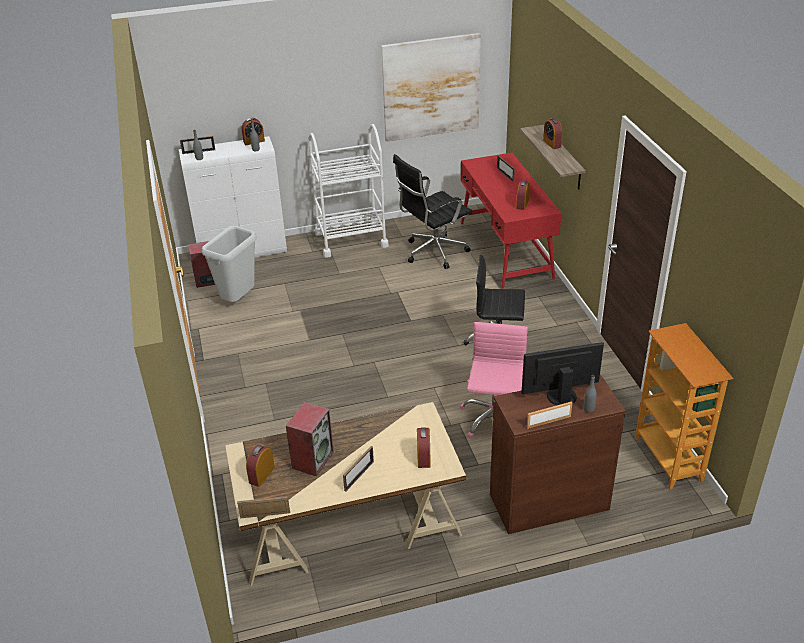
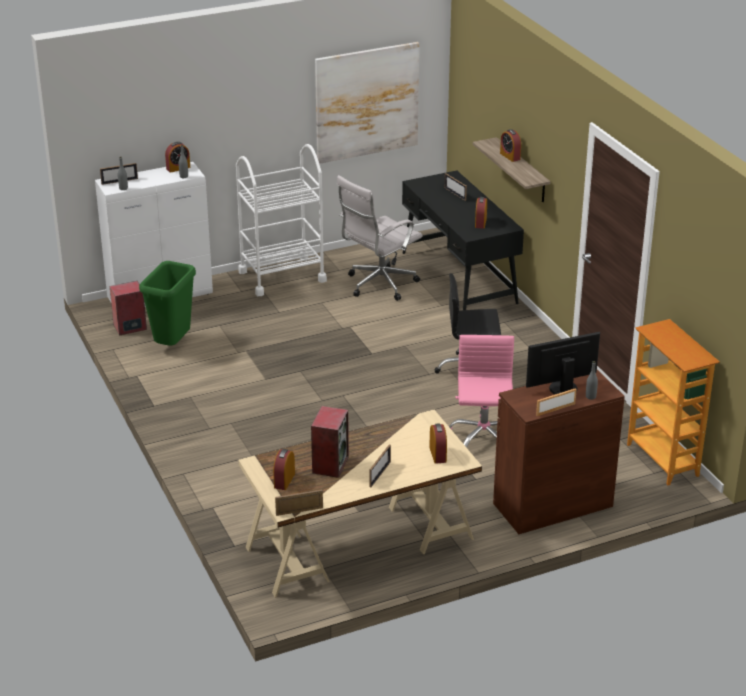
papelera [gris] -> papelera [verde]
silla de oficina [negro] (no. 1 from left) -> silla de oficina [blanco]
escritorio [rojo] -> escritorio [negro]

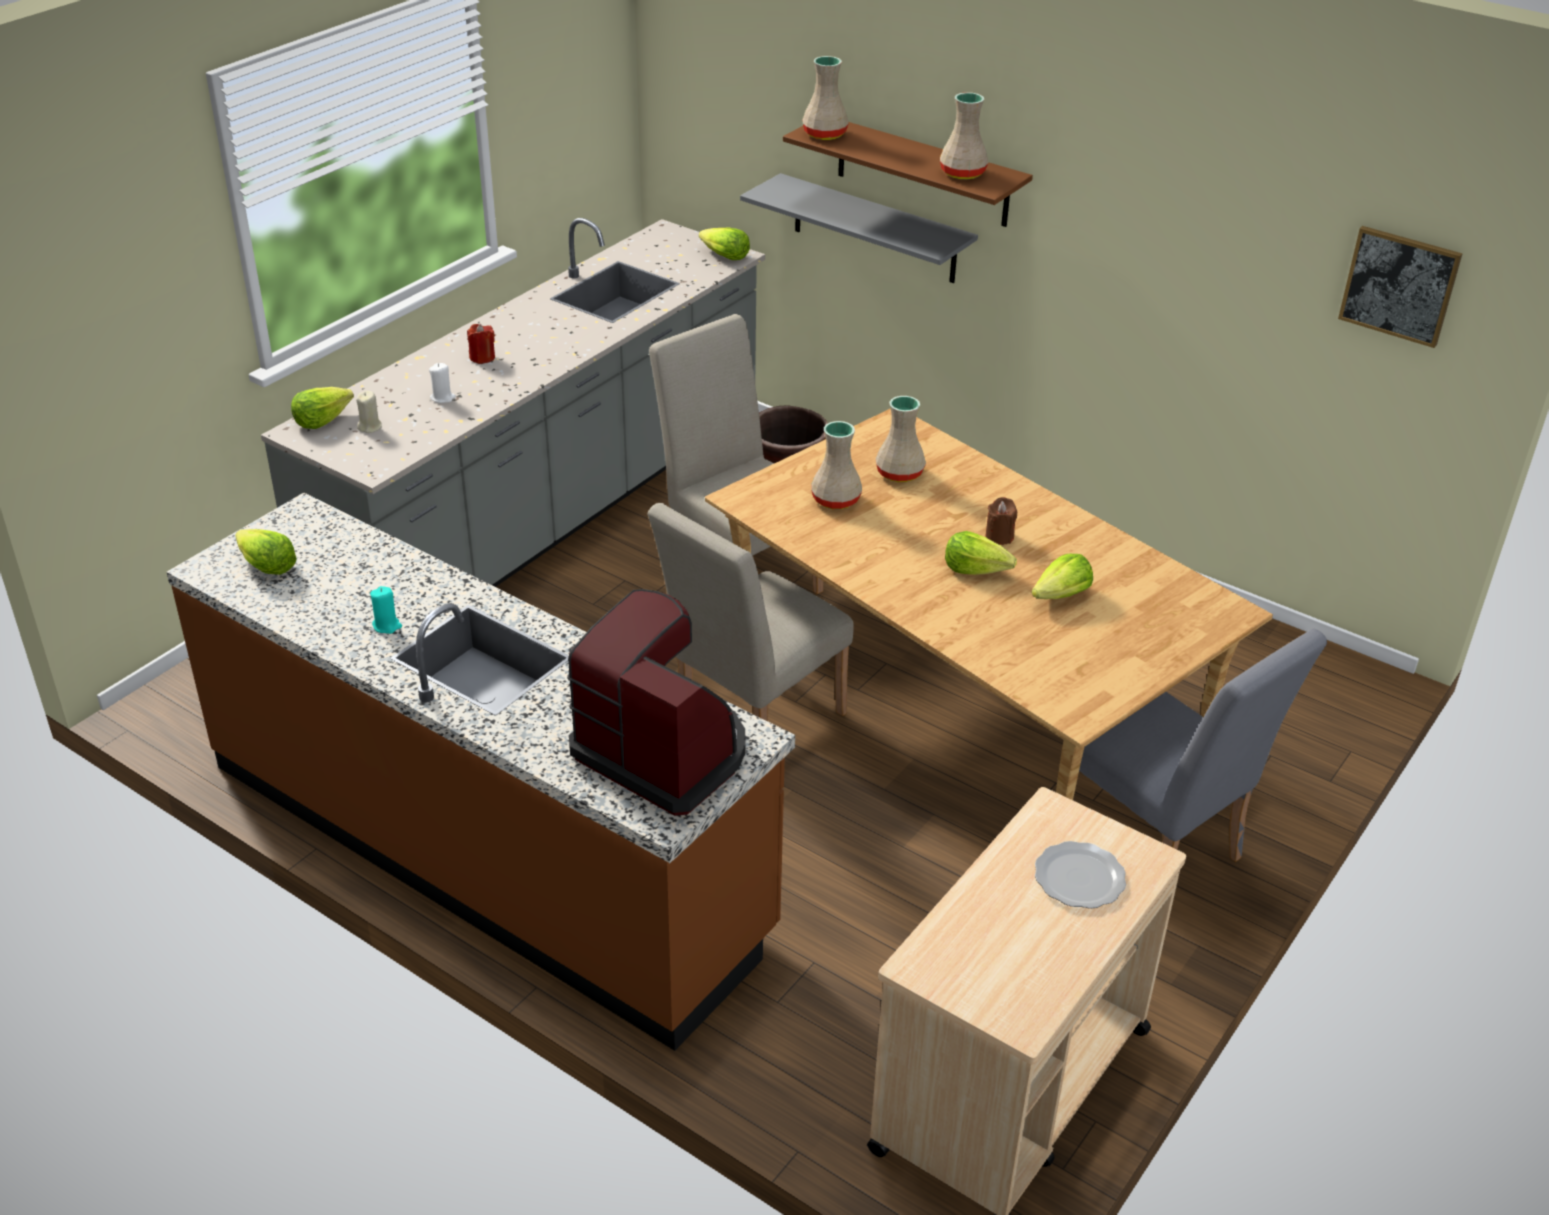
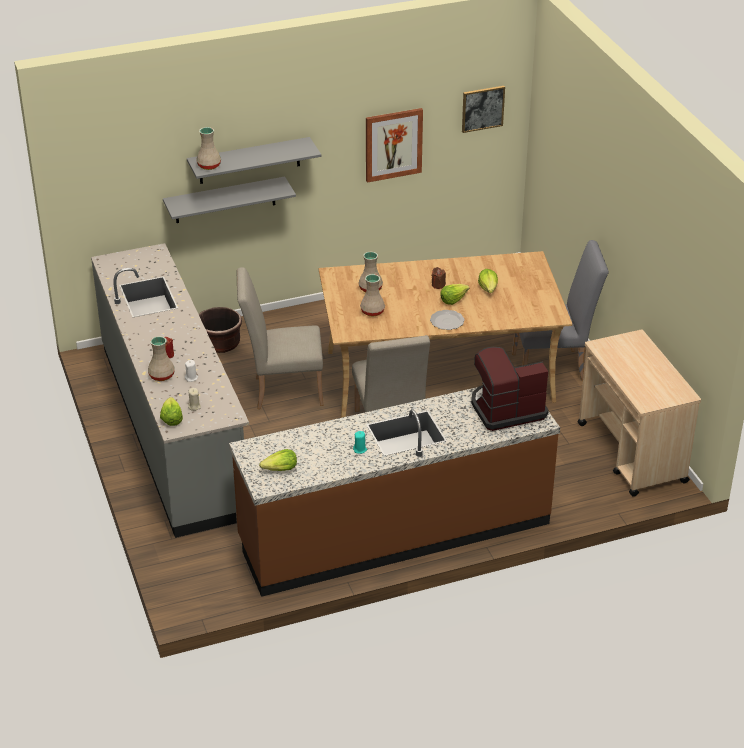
lechuga (no. 3 from left) -> none
estante [marrón] -> estante [gris] (no. 2 from left)
florero [beis] (no. 4 from left in the first image) -> florero [beis] (no. 1 from left), relocated
plato, relocated
none -> cuadro (no. 1 from left)

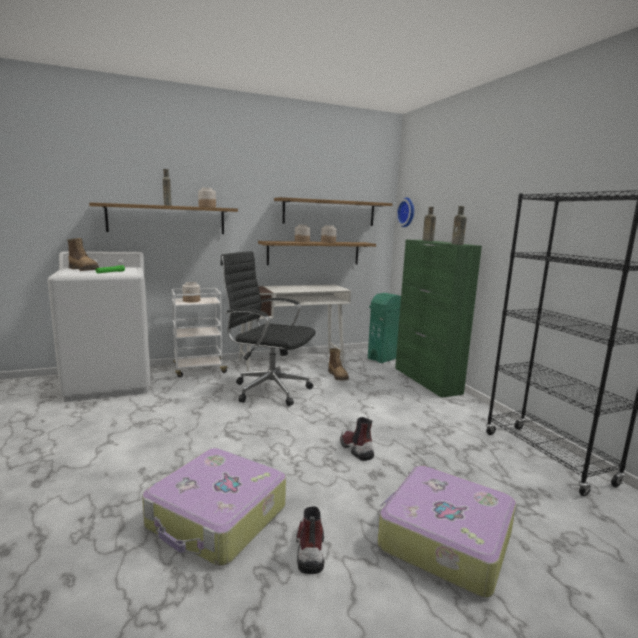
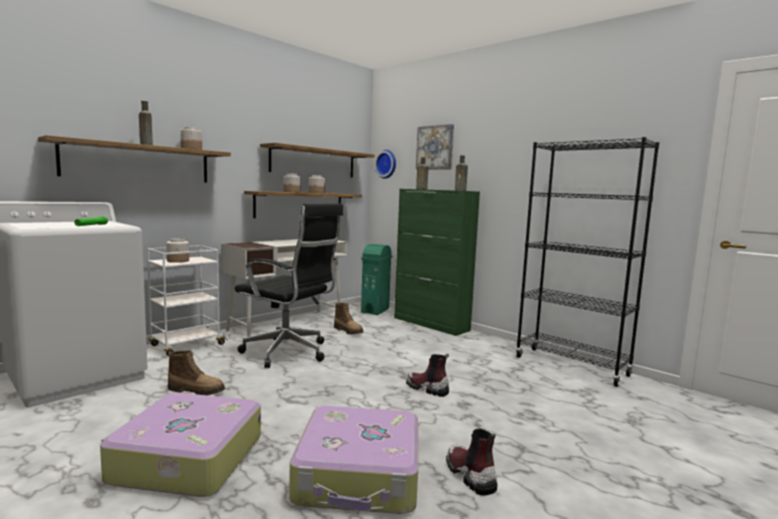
bota (no. 1 from left), relocated
silla de oficina [negro], 150 degrees counterclockwise
maleta (no. 2 from left in the first image) -> maleta (no. 1 from left), relocated
none -> cuadro

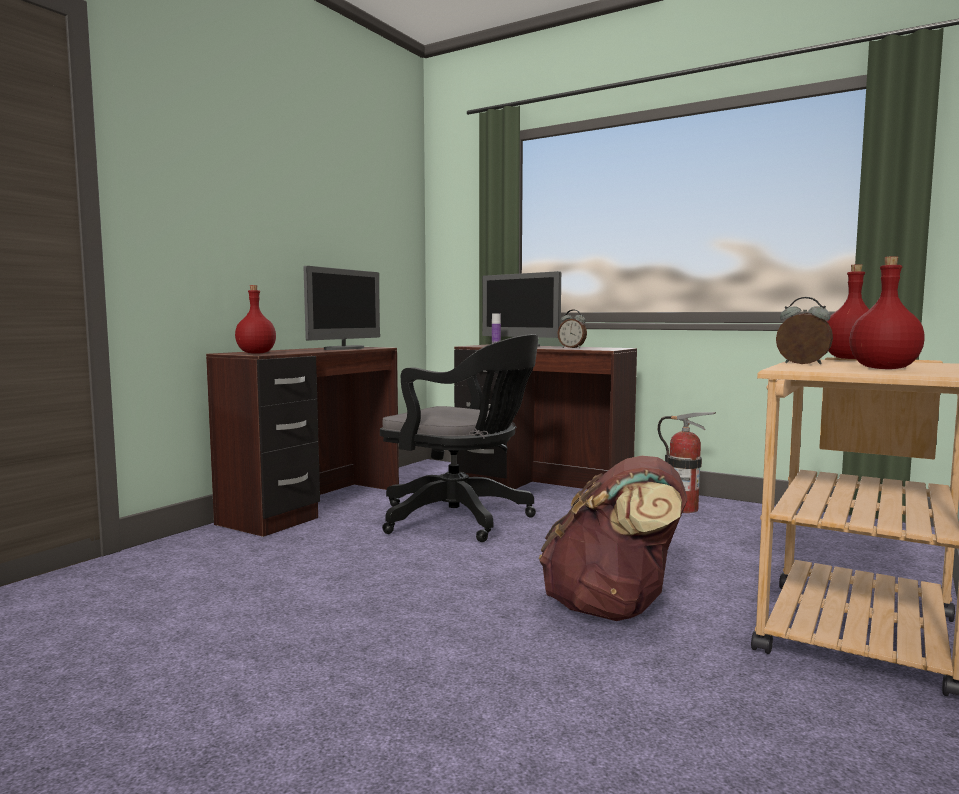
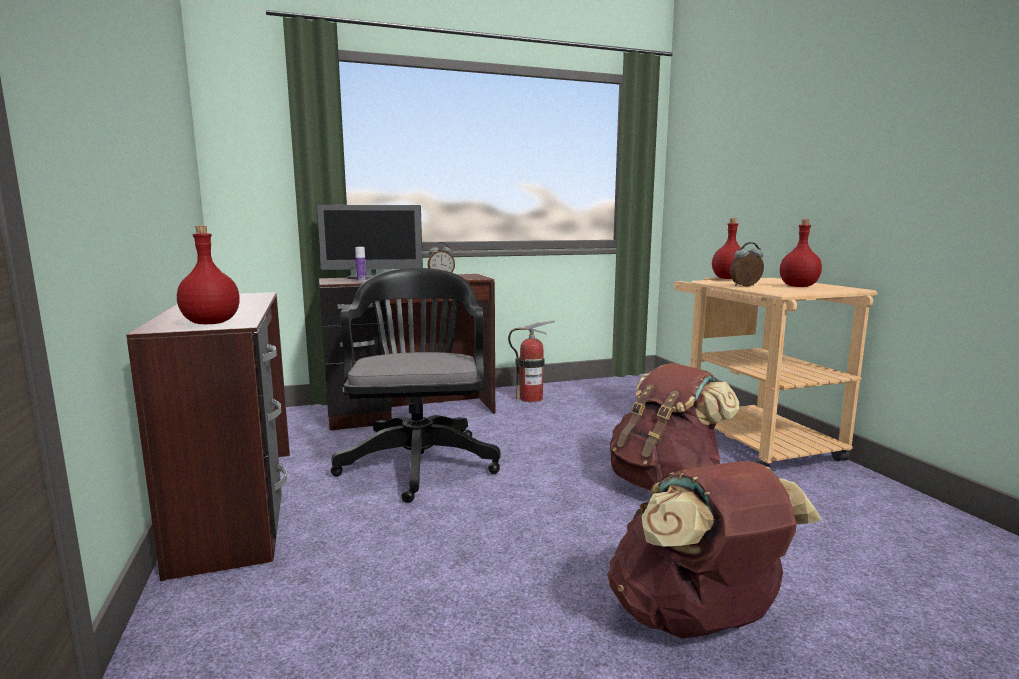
monitor (no. 1 from left) -> none
silla de oficina [negro], 75 degrees counterclockwise
none -> mochila [marrón] (no. 2 from left)

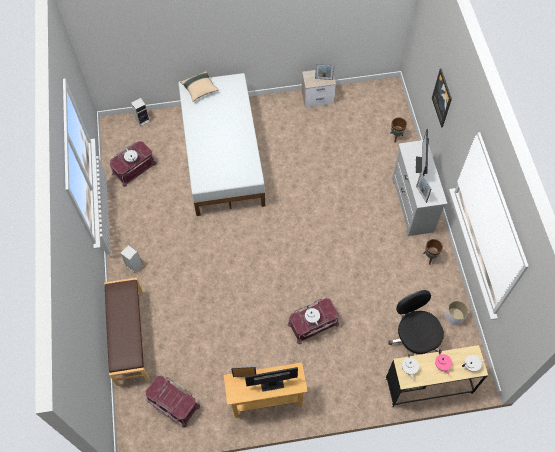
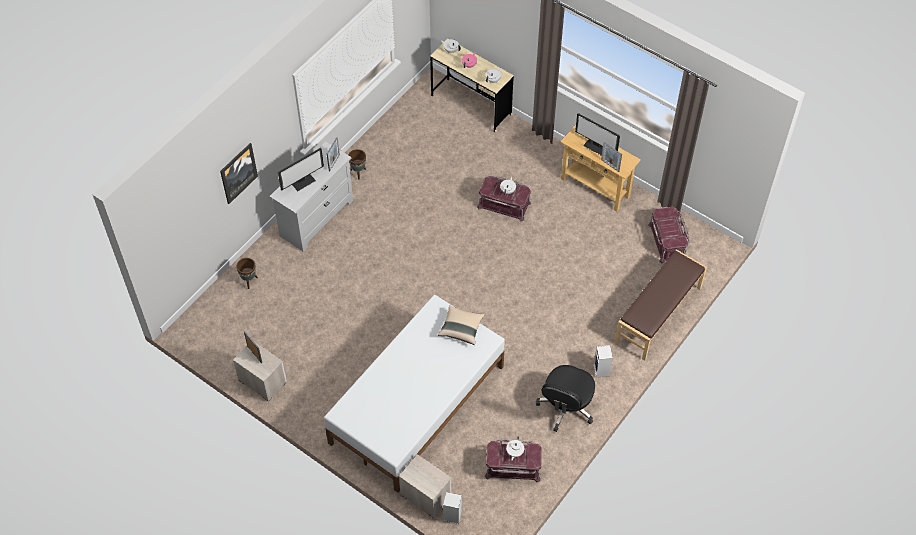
cojín [beis], relocated
silla de oficina [negro], relocated
maceta [blanco] -> none
none -> mesita de noche (no. 2 from left)

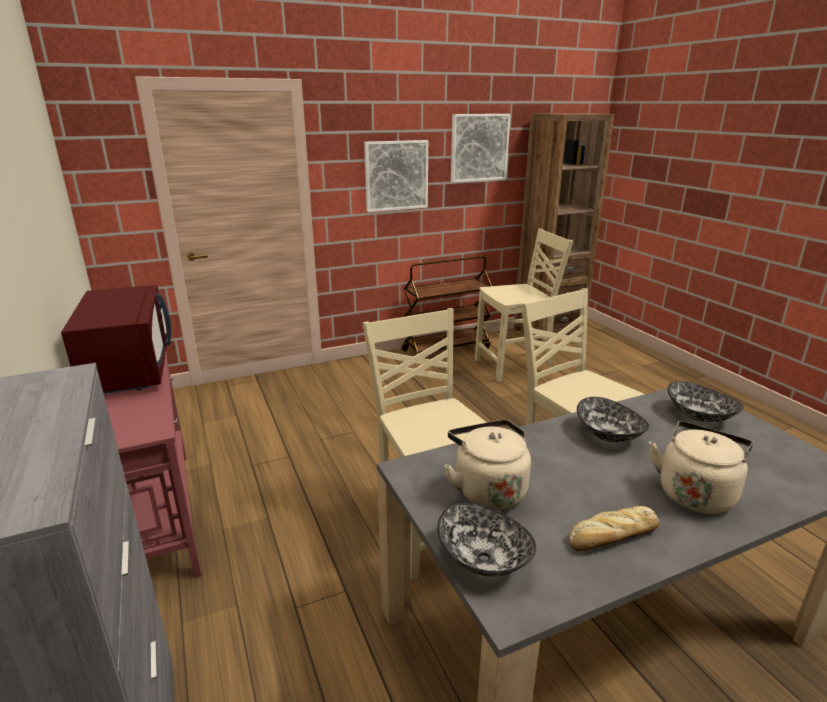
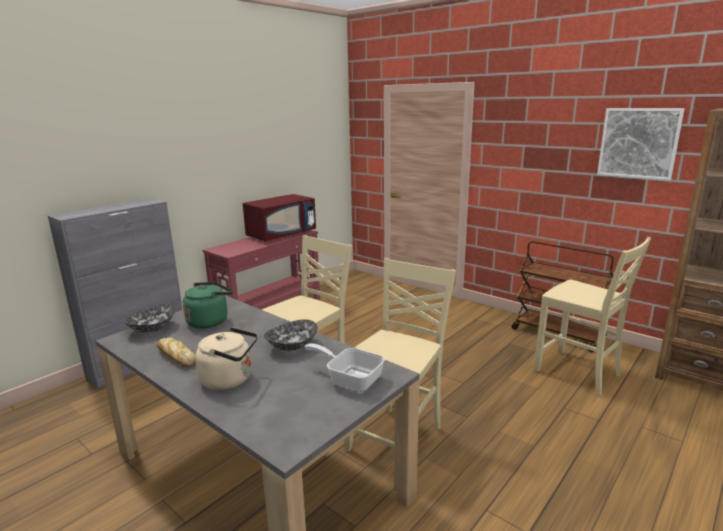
cuadro (no. 1 from left) -> none
hervidor [beis] (no. 1 from left) -> hervidor [verde]
cuenco (no. 3 from left) -> sartén

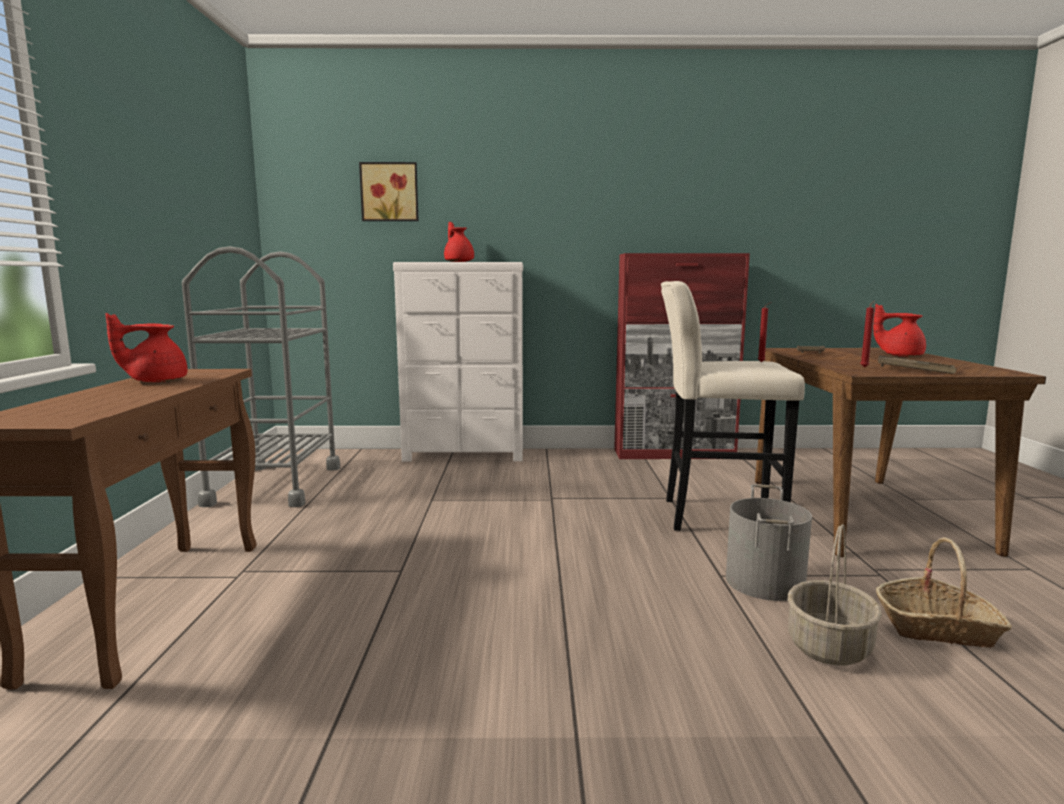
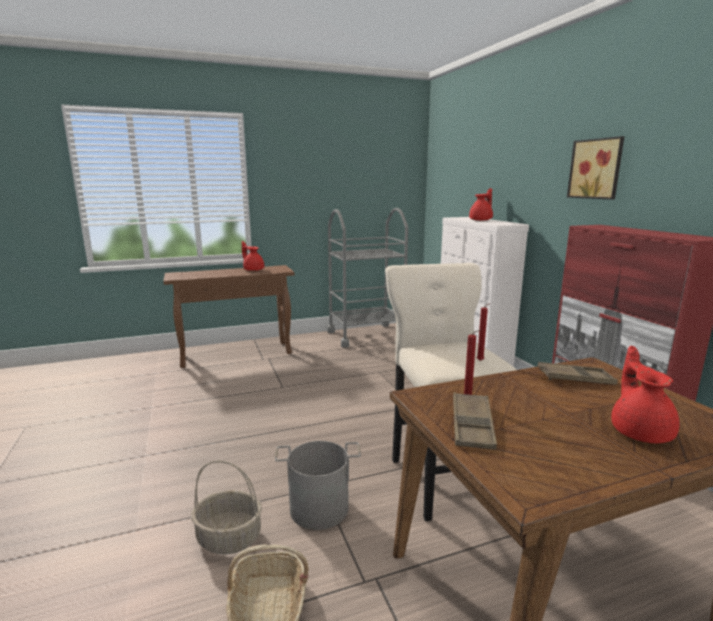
cuadro, relocated

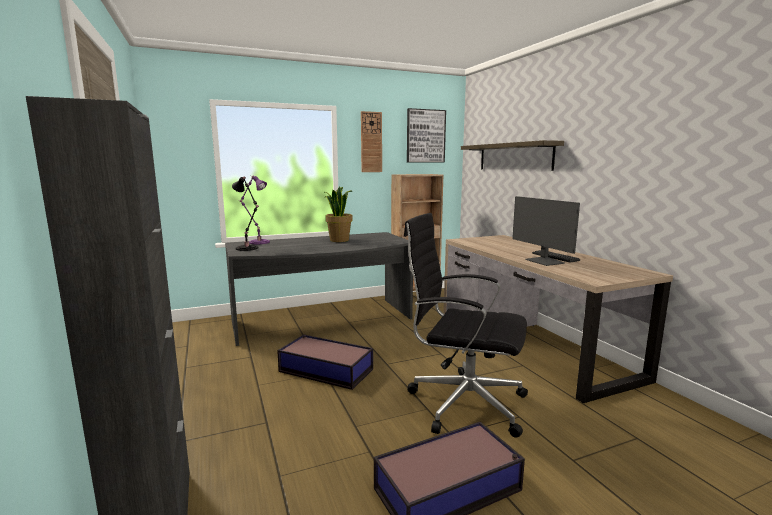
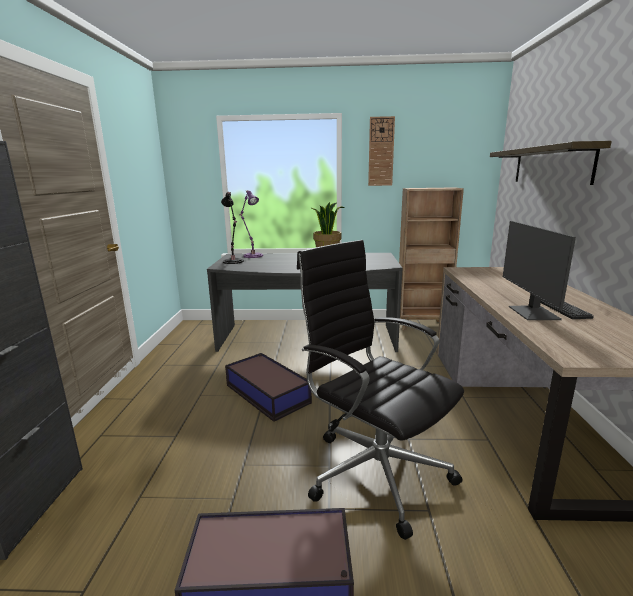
cuadro -> none

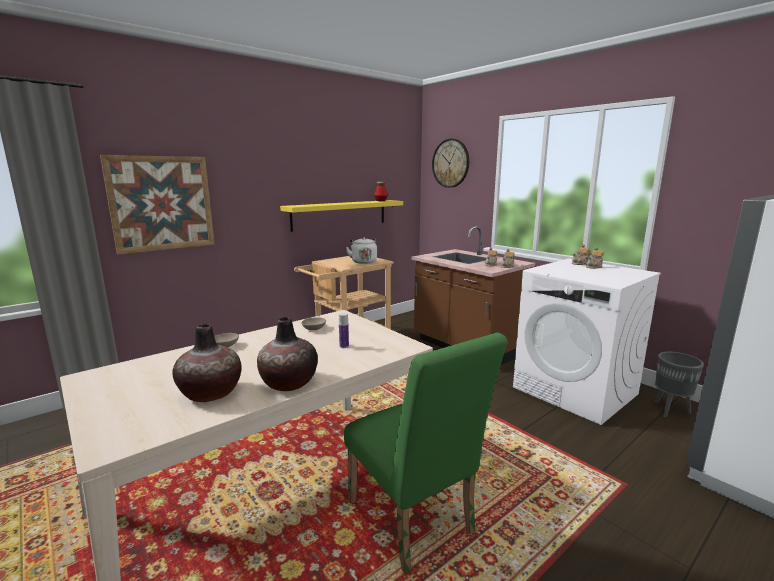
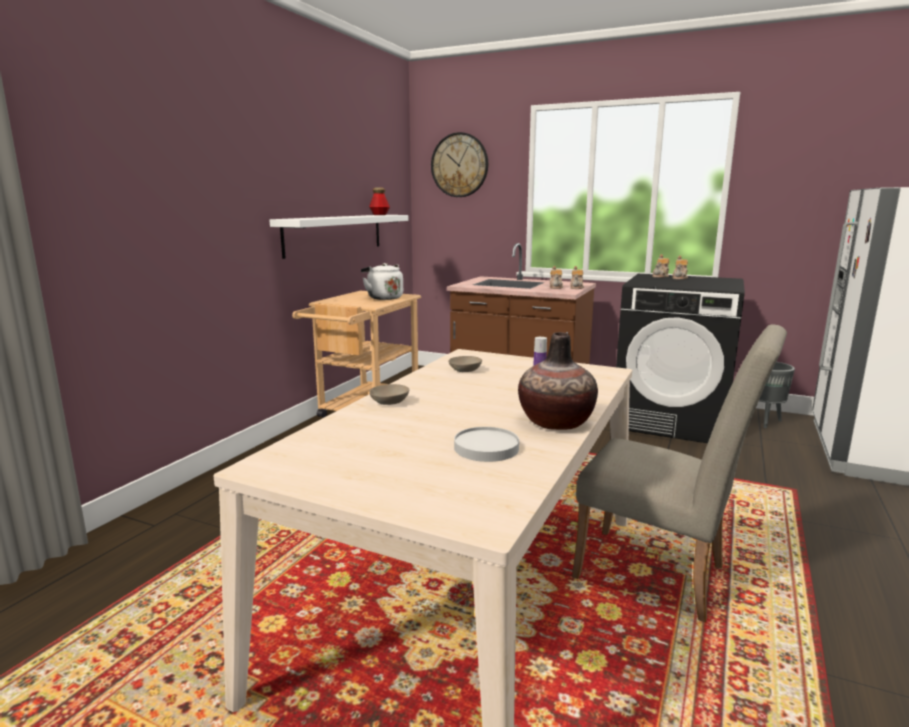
cuadro -> none
florero (no. 1 from left) -> plato [blanco]
estante [amarillo] -> estante [blanco]
silla [verde] -> silla [beis]
lavadora [blanco] -> lavadora [negro]

